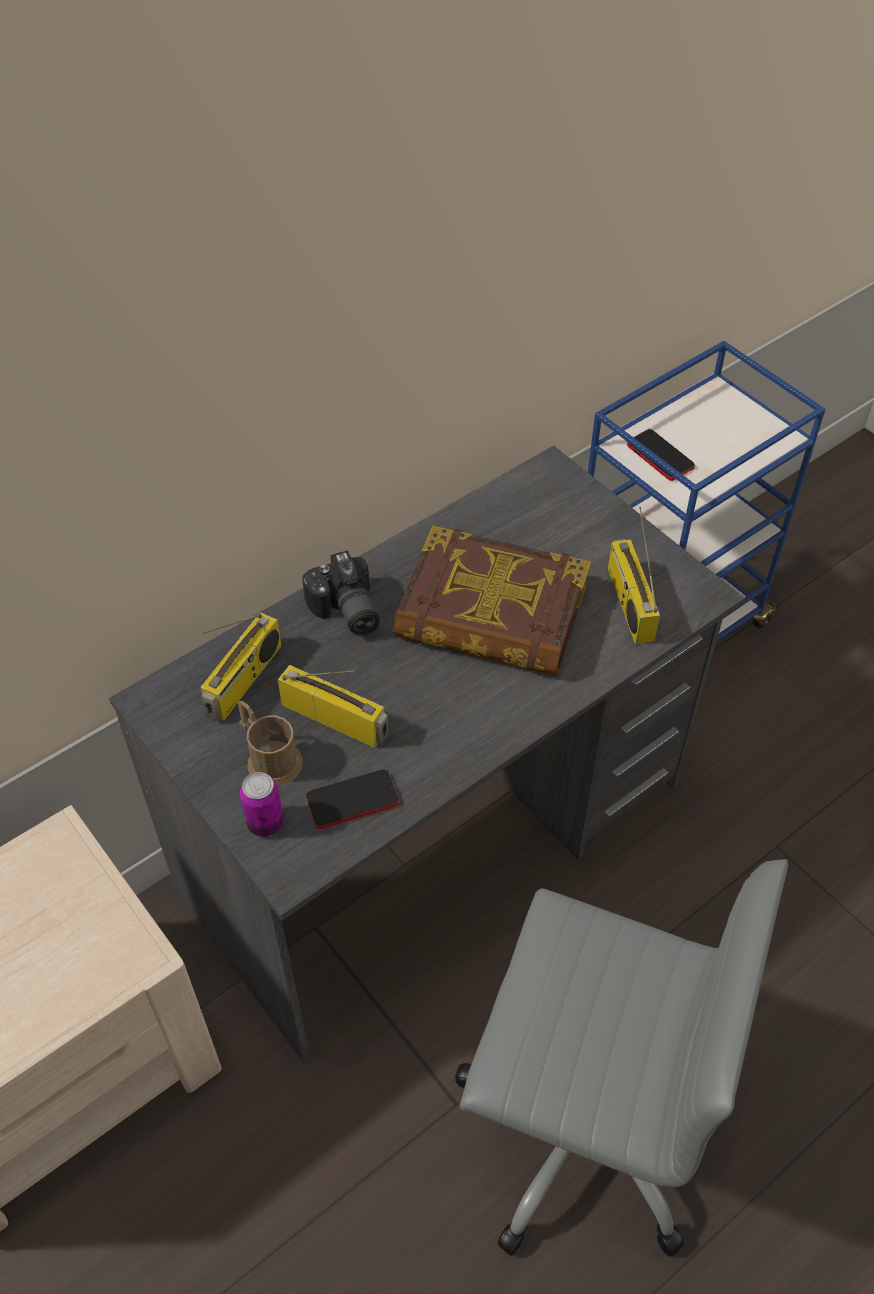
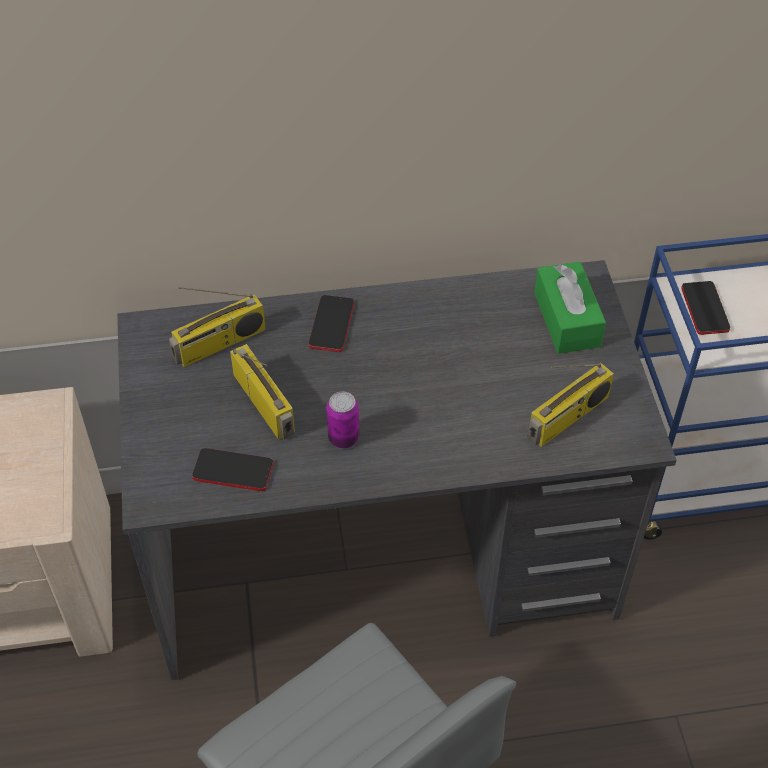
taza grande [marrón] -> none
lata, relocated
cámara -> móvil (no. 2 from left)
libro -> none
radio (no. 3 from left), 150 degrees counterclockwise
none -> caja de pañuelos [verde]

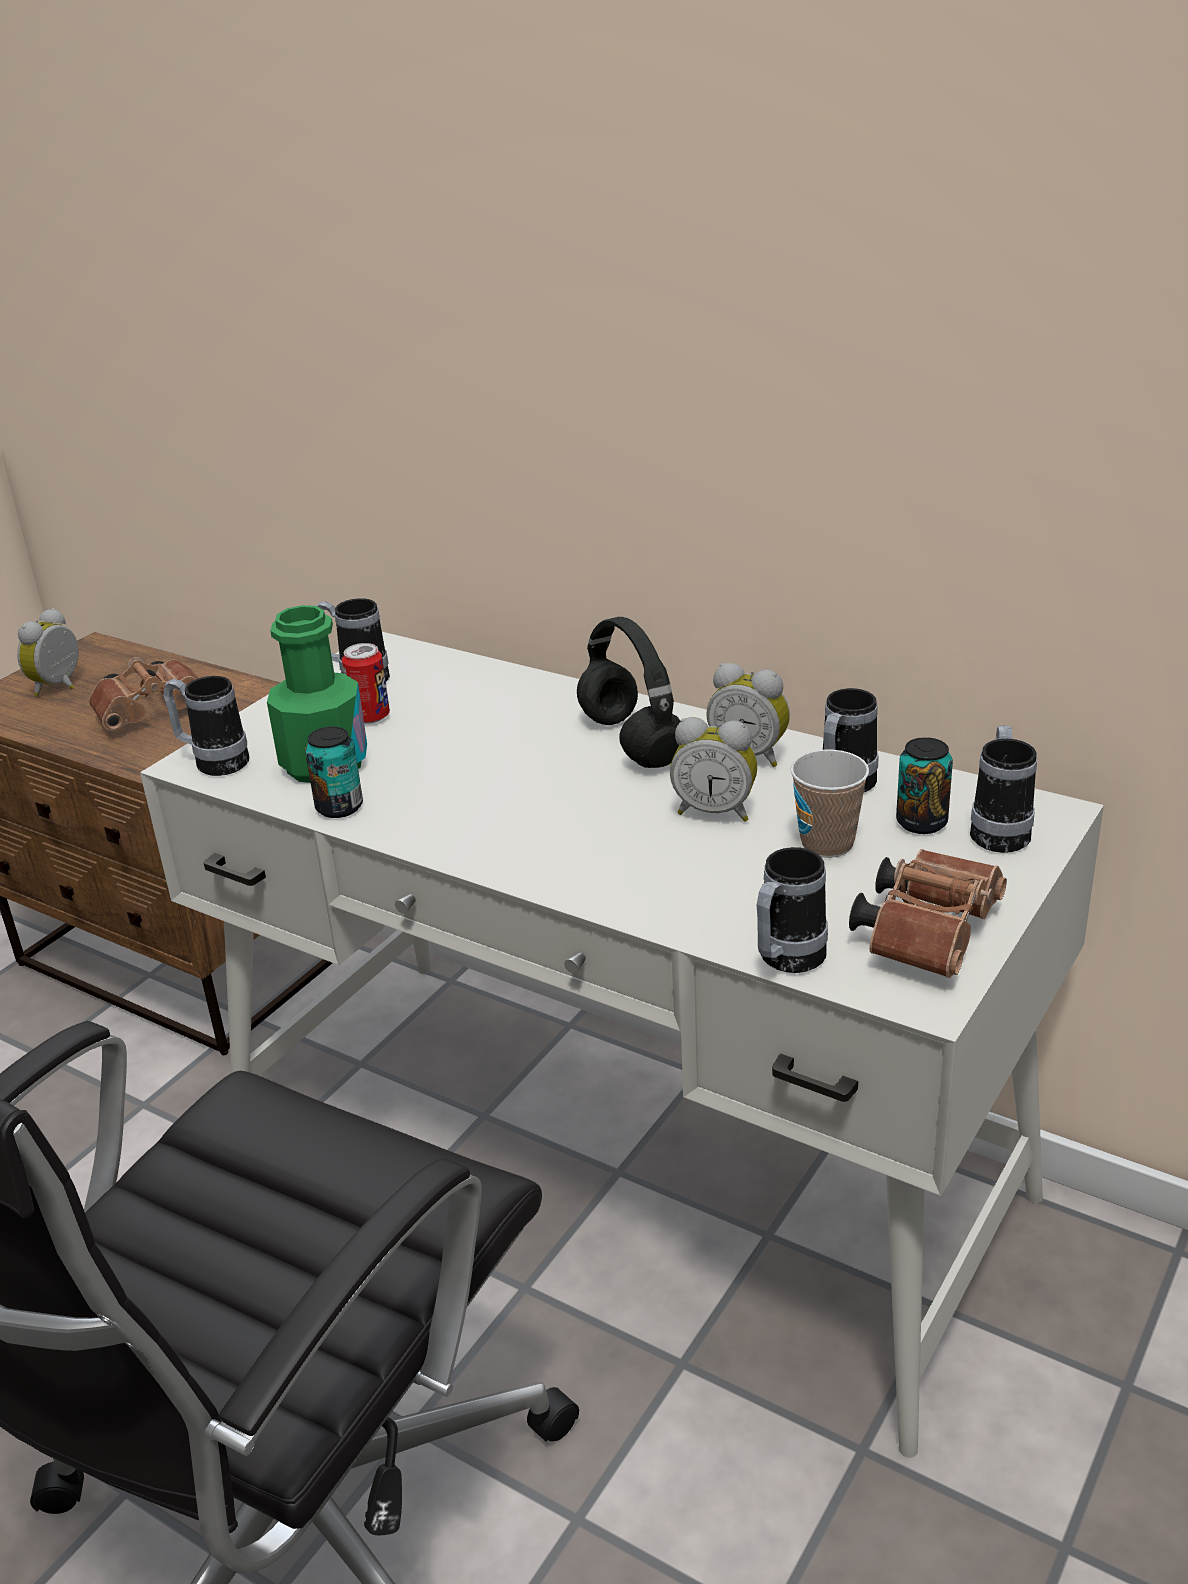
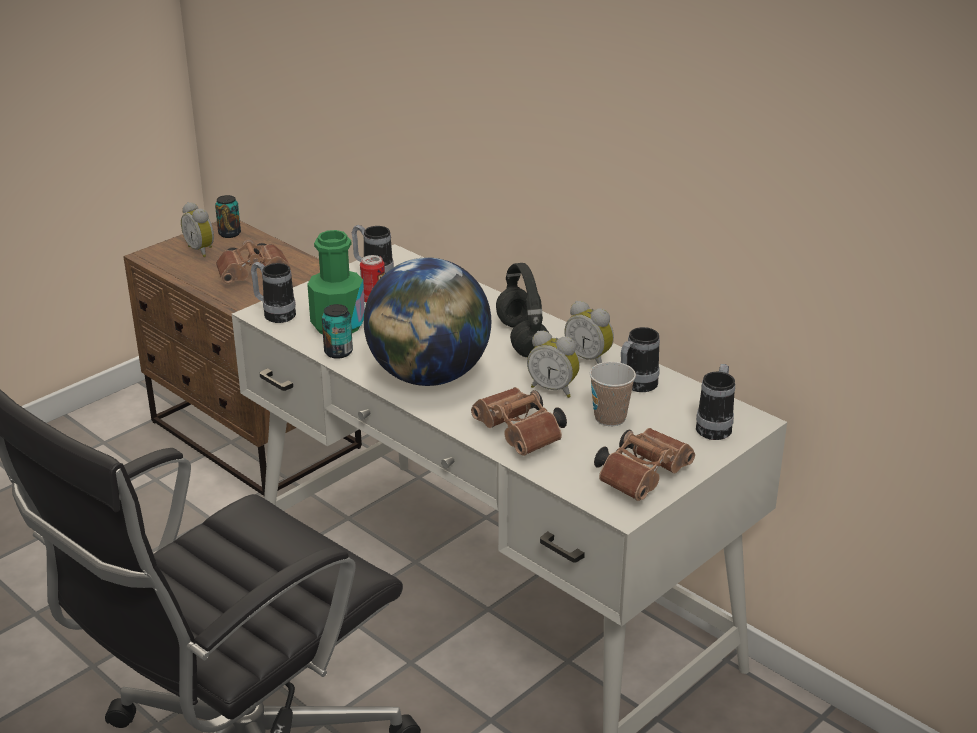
despertador (no. 1 from left), 75 degrees counterclockwise
taza grande (no. 3 from left) -> none
lata (no. 3 from left in the first image) -> lata (no. 1 from left), relocated
none -> globo terráqueo
none -> prismáticos [marrón] (no. 2 from left)

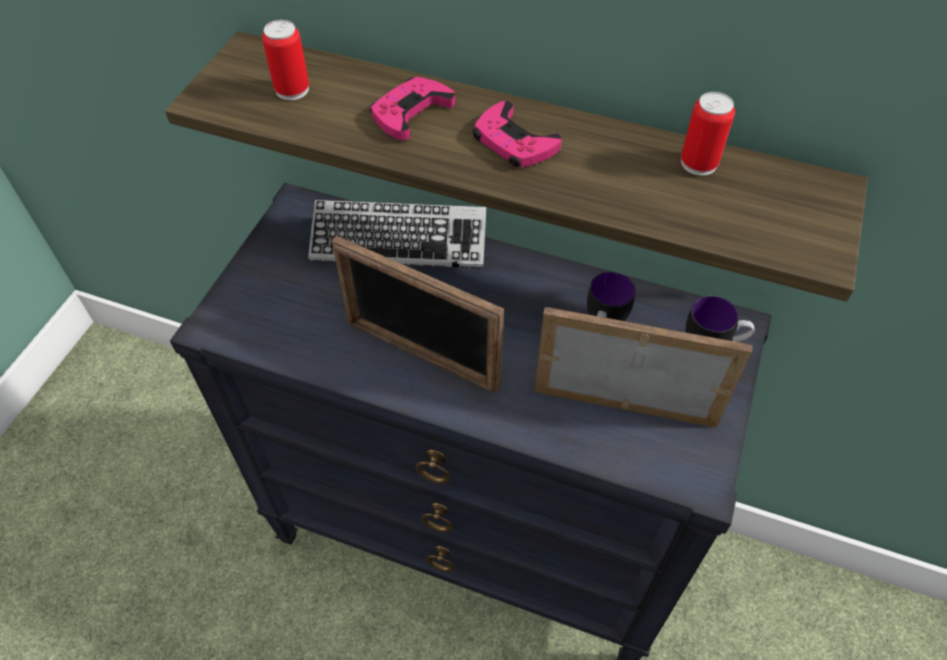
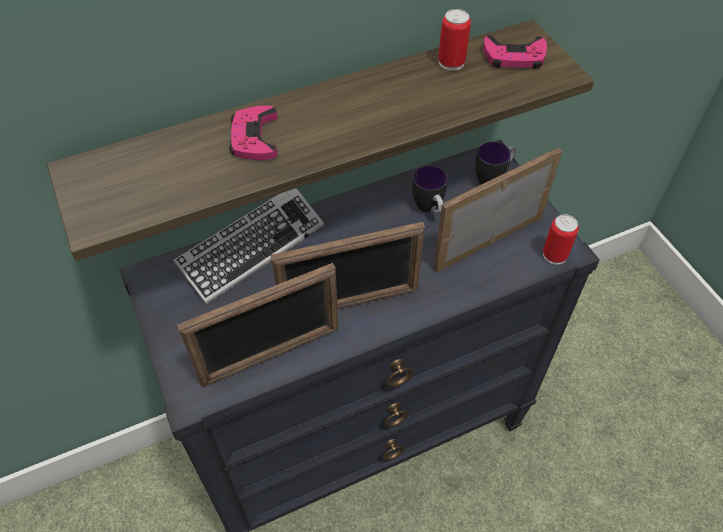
lata (no. 1 from left in the first image) -> lata (no. 2 from left), relocated
mando de consola [rosa] (no. 2 from left), relocated
none -> portarretratos (no. 1 from left)

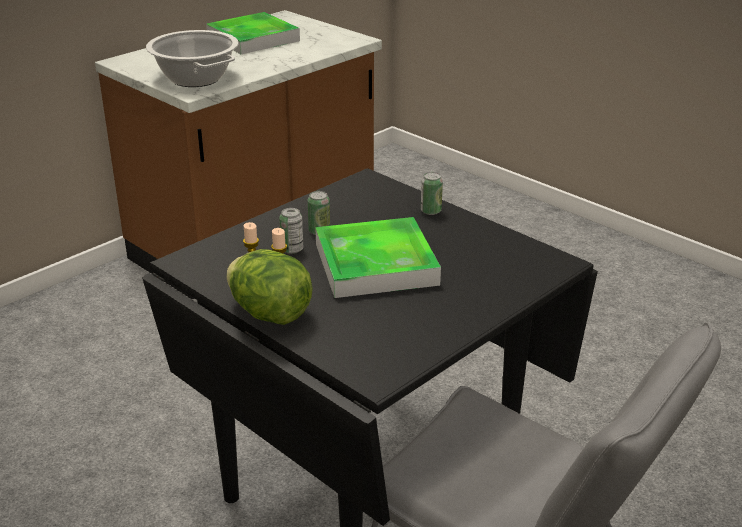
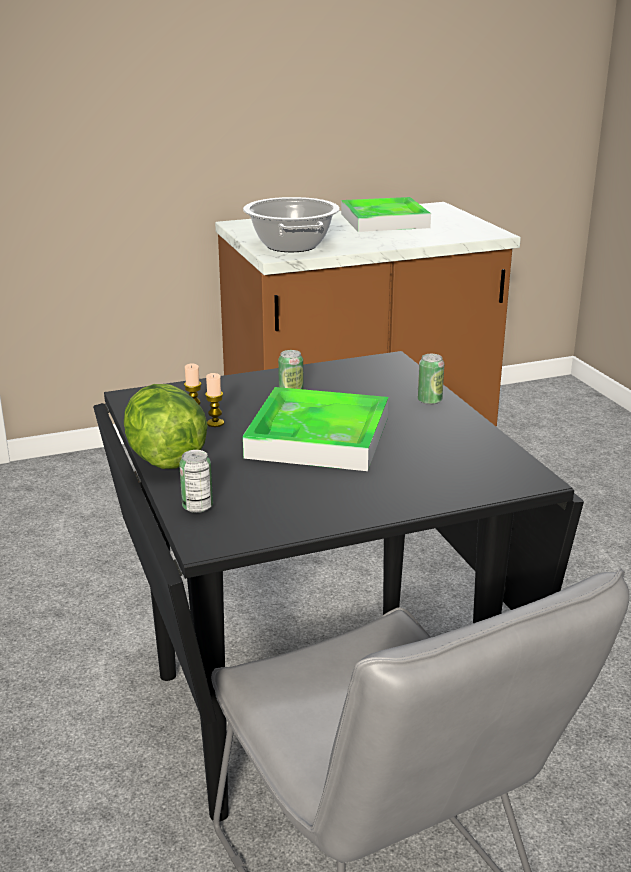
lata (no. 1 from left), relocated

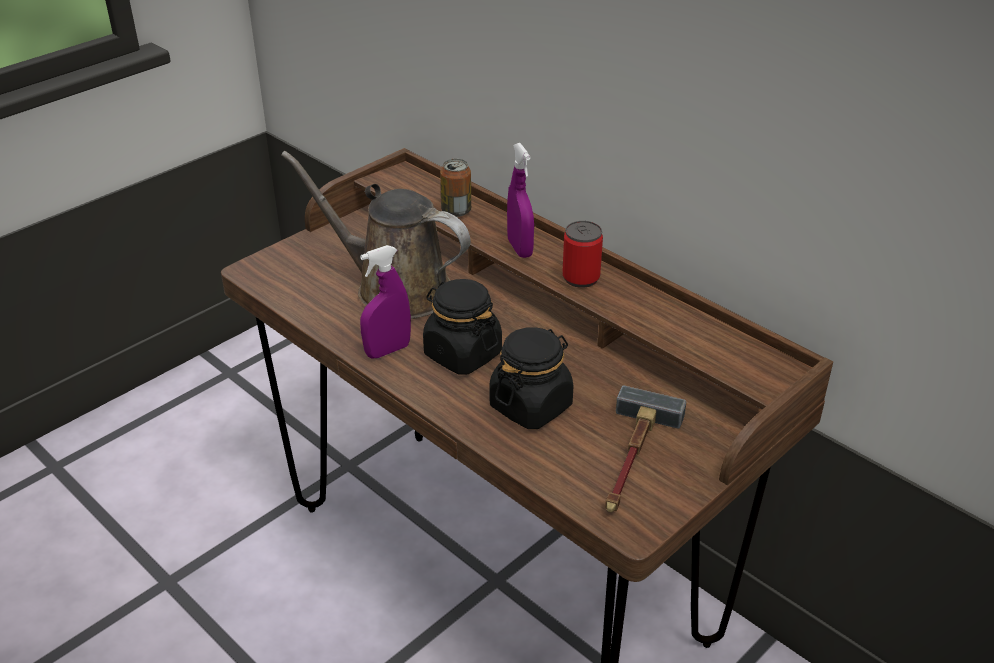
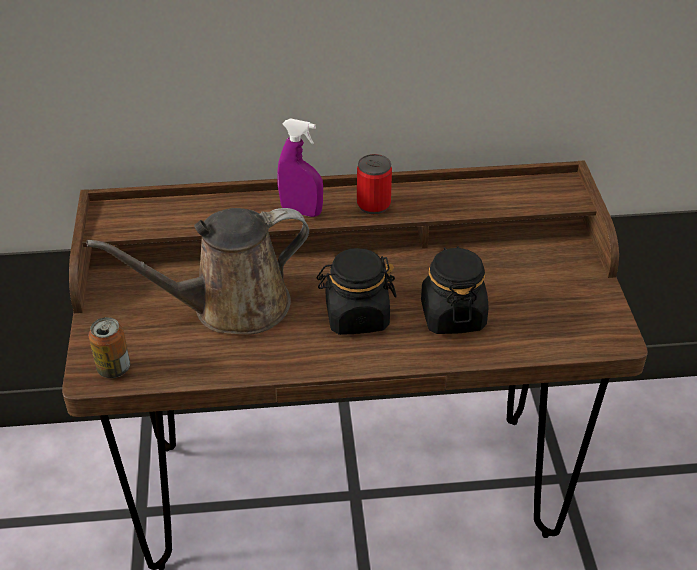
pulverizador [morado] (no. 1 from left) -> none
lata (no. 1 from left), relocated
martillo -> none

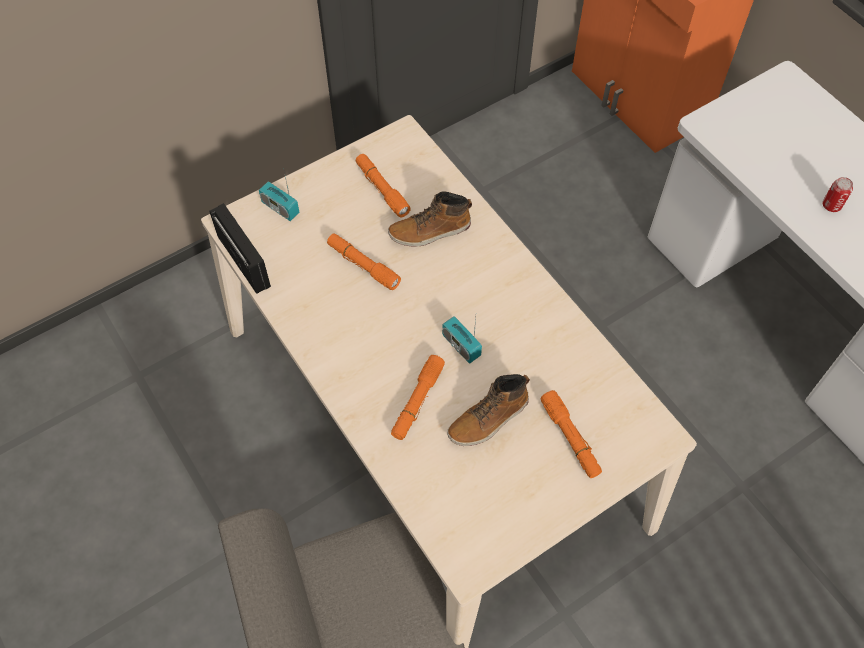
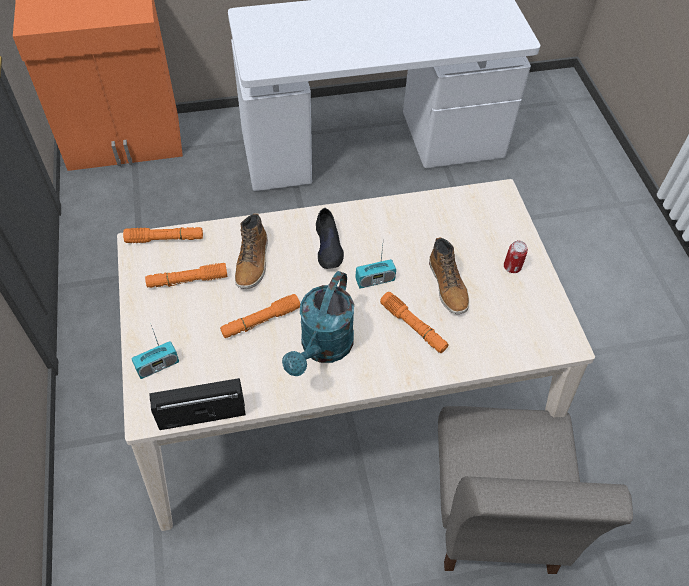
linterna [naranja] (no. 4 from left in the first image) -> linterna [naranja] (no. 1 from left), relocated
lata, relocated
none -> regadera [turquesa]
none -> zapato [negro]

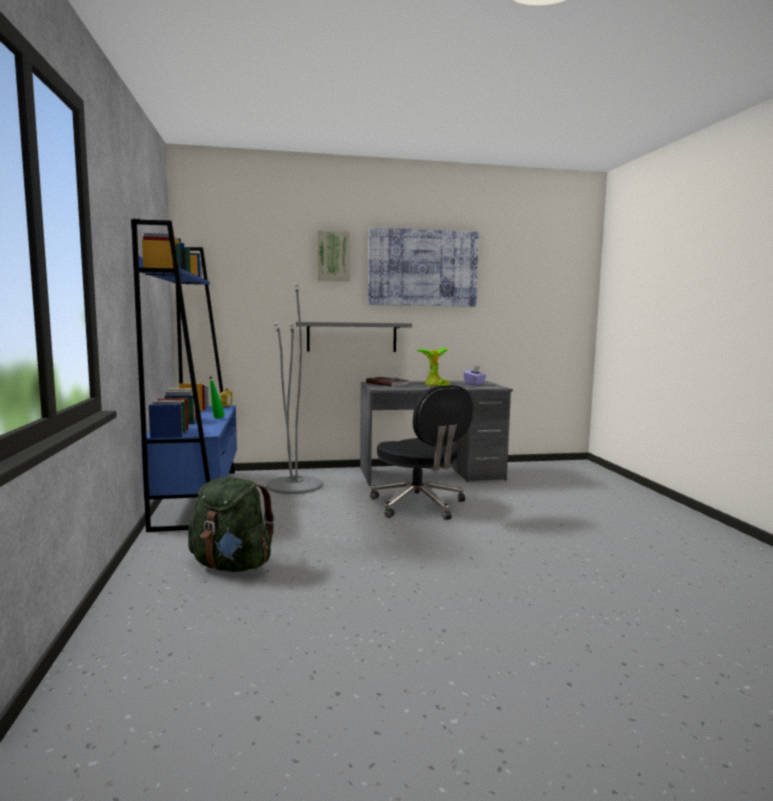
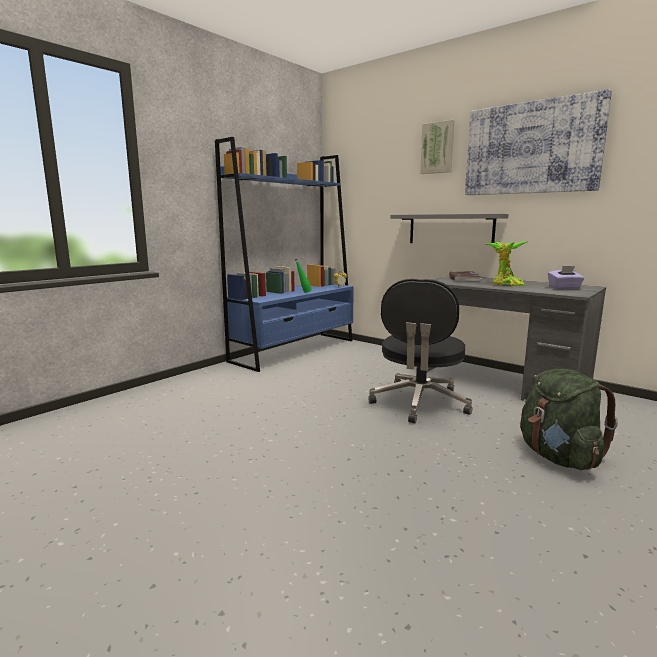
mochila [verde], relocated
lámpara de pie [gris] -> none

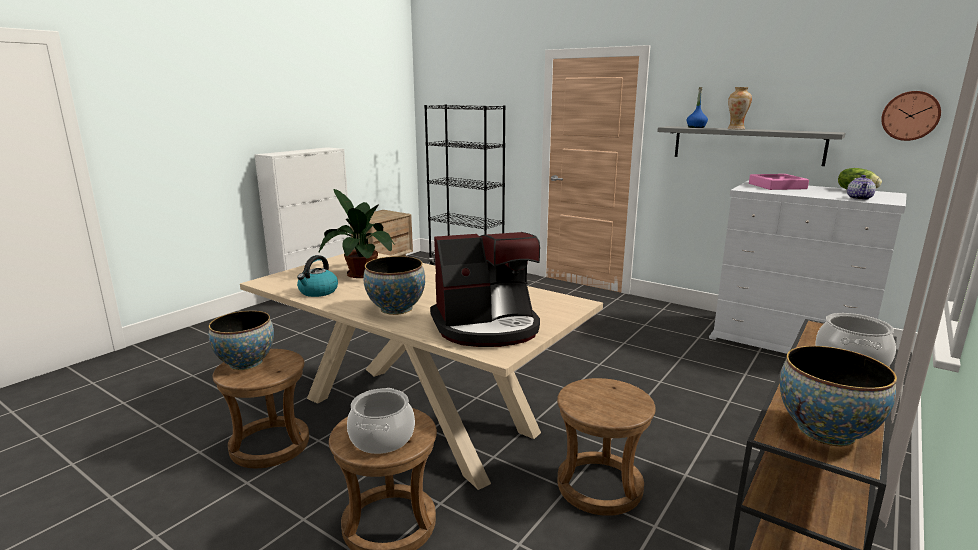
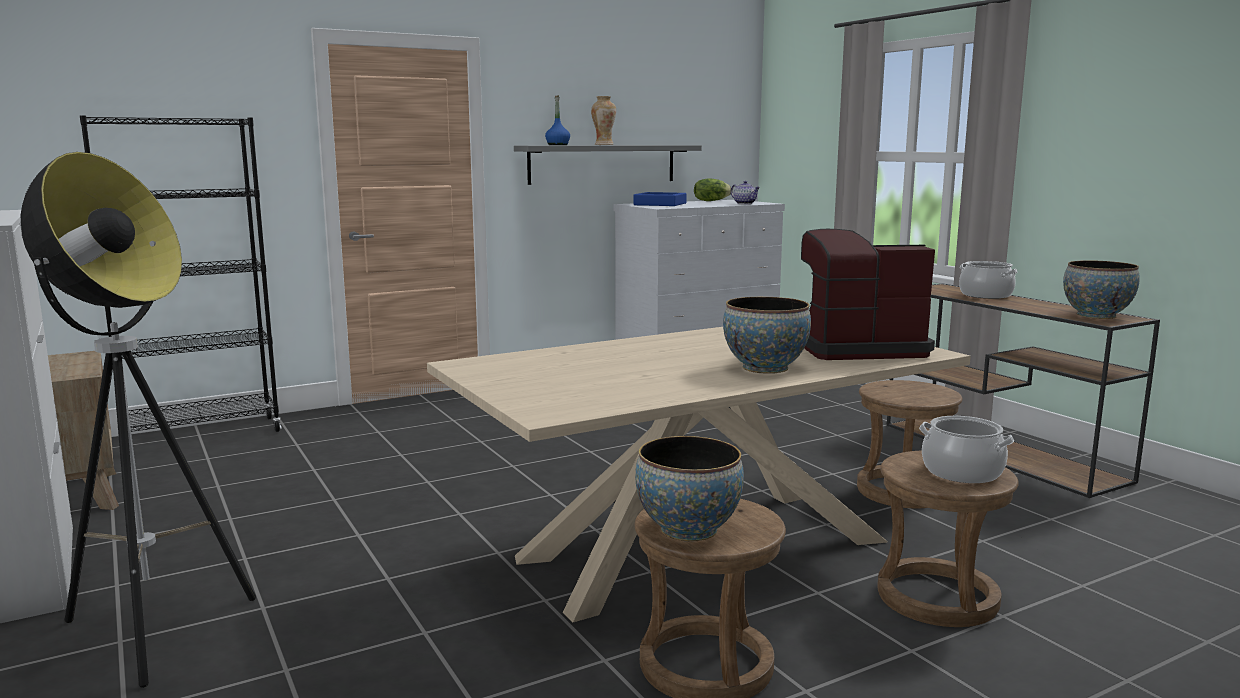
hervidor -> none
planta en maceta -> none
cafetera, 105 degrees counterclockwise
bandeja [rosa] -> bandeja [azul]
reloj de pared -> none
none -> lámpara de pie

